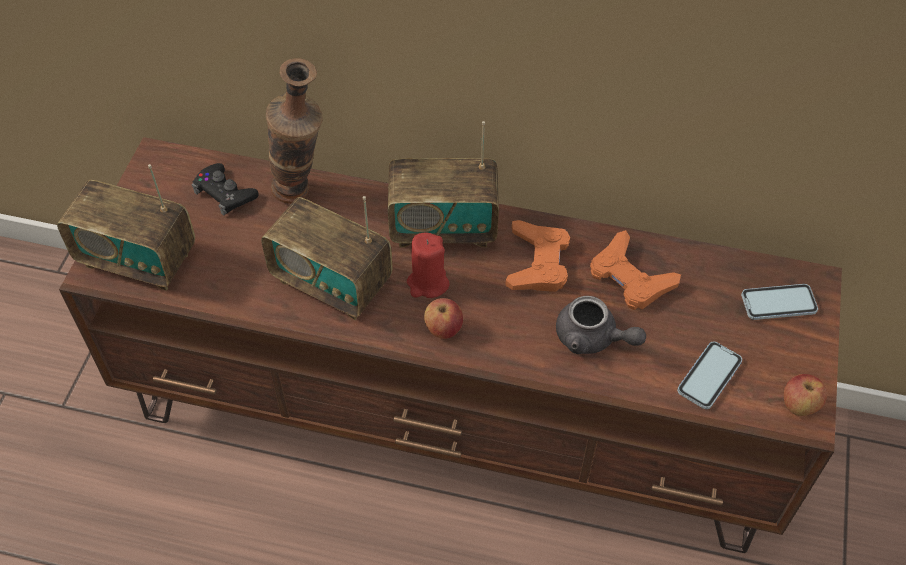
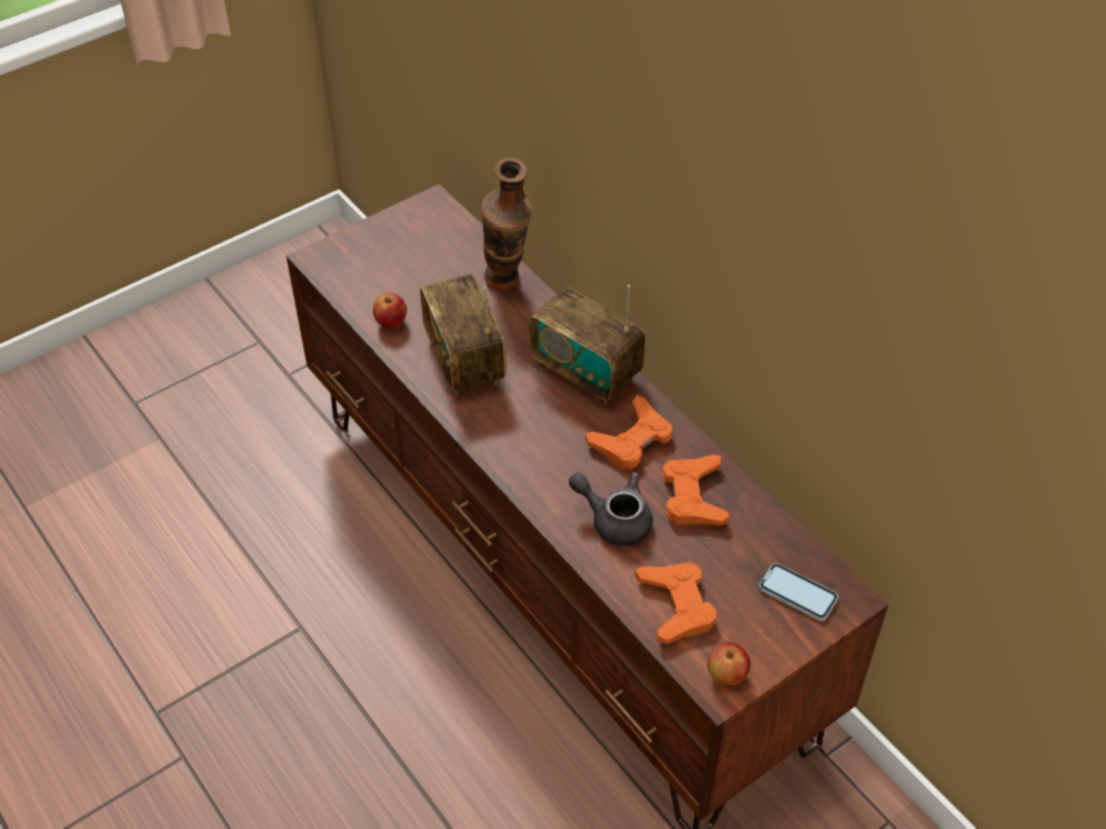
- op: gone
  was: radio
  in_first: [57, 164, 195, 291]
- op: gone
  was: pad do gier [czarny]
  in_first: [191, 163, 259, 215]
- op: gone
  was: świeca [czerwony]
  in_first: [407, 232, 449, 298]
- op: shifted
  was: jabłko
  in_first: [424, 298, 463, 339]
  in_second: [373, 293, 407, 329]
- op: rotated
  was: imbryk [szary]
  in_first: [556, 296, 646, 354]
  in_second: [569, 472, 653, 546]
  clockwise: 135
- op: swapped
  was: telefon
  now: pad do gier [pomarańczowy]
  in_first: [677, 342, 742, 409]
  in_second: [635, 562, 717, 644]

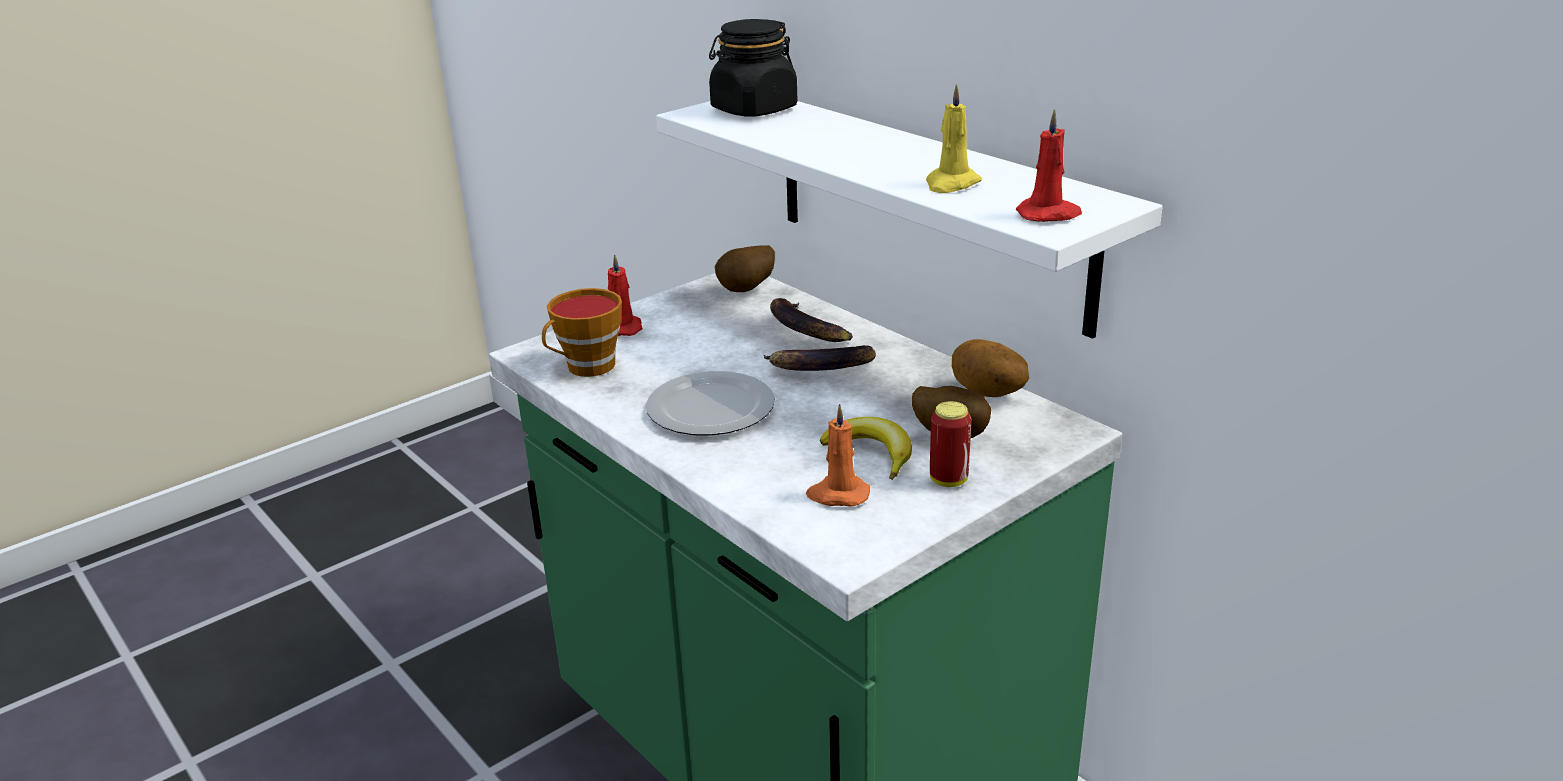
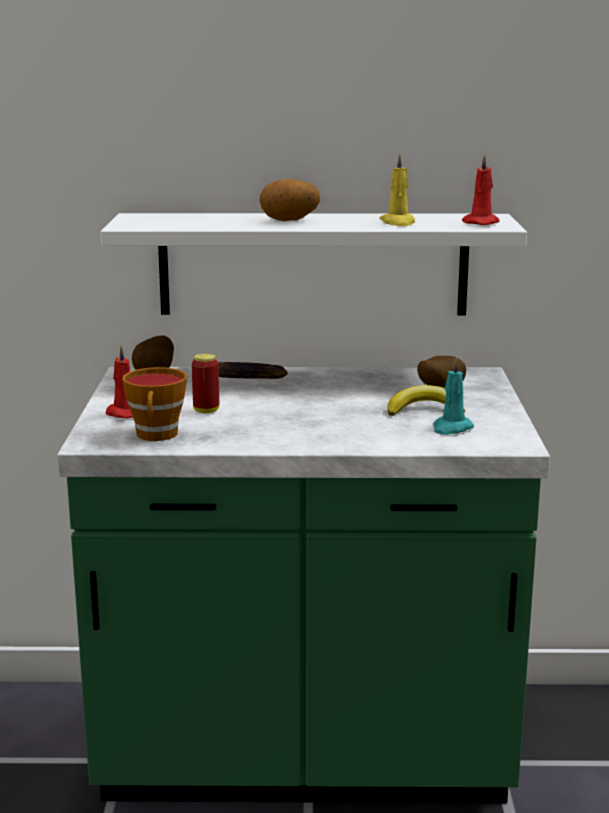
- op: gone
  was: talerz
  in_first: [646, 371, 775, 436]
- op: gone
  was: słoik [czarny]
  in_first: [709, 19, 798, 117]
- op: gone
  was: banan
  in_first: [764, 345, 876, 371]
- op: repainted
  was: świeca [pomarańczowy]
  now: świeca [turkusowy]
  in_first: [806, 404, 870, 506]
  in_second: [433, 358, 474, 435]
- op: shifted
  was: puszka
  in_first: [930, 401, 971, 487]
  in_second: [192, 353, 219, 413]
- op: shifted
  was: ziemniak
  in_first: [952, 339, 1029, 397]
  in_second: [260, 179, 320, 221]

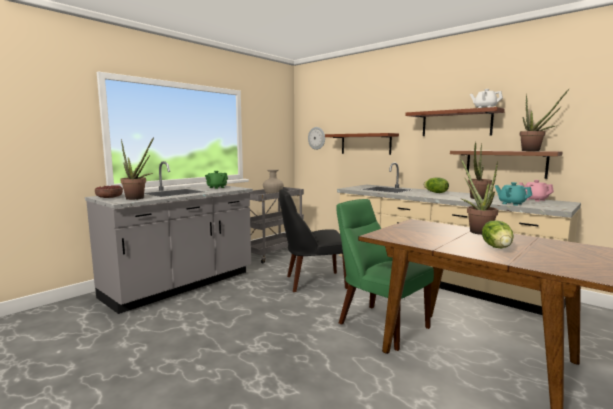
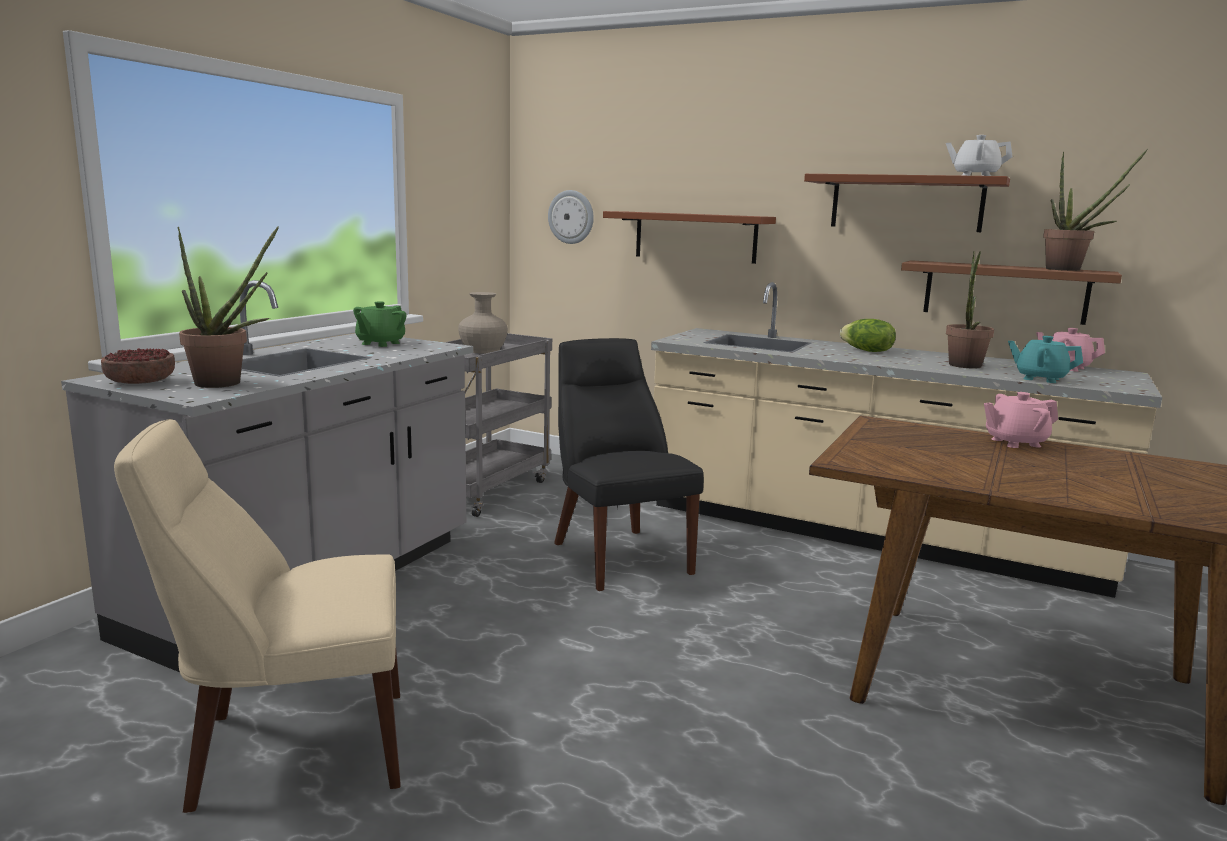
- op: rotated
  was: krzesło [czarny]
  in_first: [279, 189, 348, 292]
  in_second: [554, 338, 704, 591]
  clockwise: 90
- op: gone
  was: krzesło [zielony]
  in_first: [336, 199, 434, 351]
- op: swapped
  was: roślina doniczkowa
  now: imbryk [różowy]
  in_first: [460, 158, 498, 235]
  in_second: [984, 392, 1058, 448]
- op: gone
  was: sałata
  in_first: [482, 220, 514, 248]
- op: new
  now: krzesło [beżowy]
  in_second: [114, 419, 400, 813]

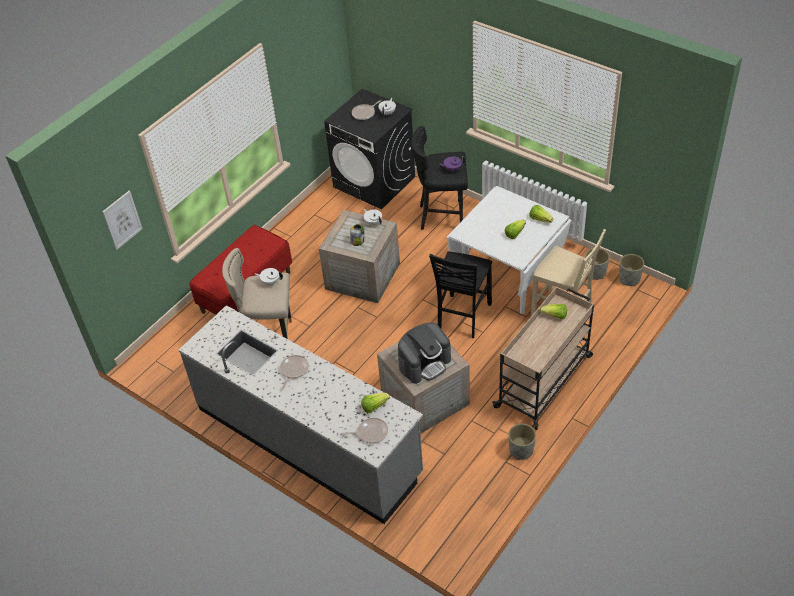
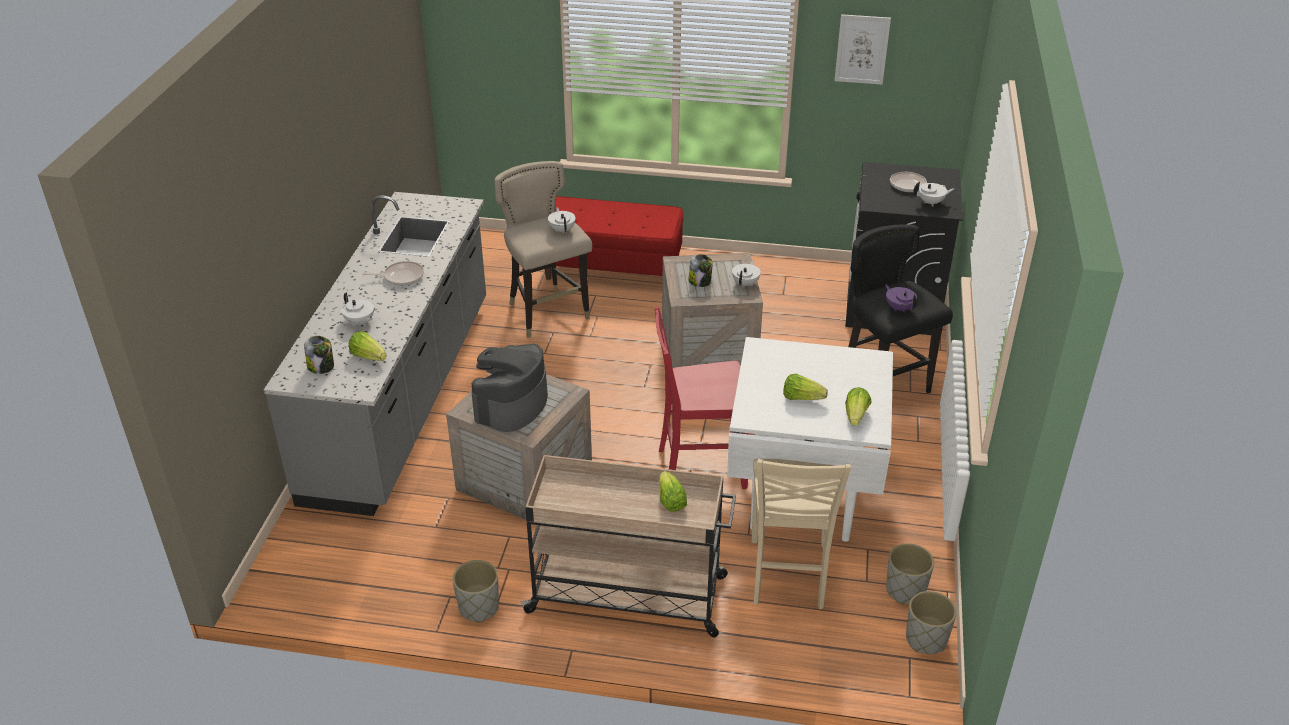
- op: shifted
  was: obraz
  in_first: [102, 191, 142, 250]
  in_second: [834, 14, 891, 85]
- op: swapped
  was: patelnia
  now: słoik
  in_first: [342, 418, 388, 444]
  in_second: [304, 336, 334, 374]
- op: rotated
  was: ekspres do kawy
  in_first: [398, 323, 451, 384]
  in_second: [471, 344, 548, 432]
  clockwise: 90
- op: repainted
  was: krzesło [czarny]
  now: krzesło [czerwony]
  in_first: [429, 251, 492, 338]
  in_second: [654, 306, 750, 489]
- op: new
  now: imbryk [biały]
  in_second: [341, 292, 374, 326]

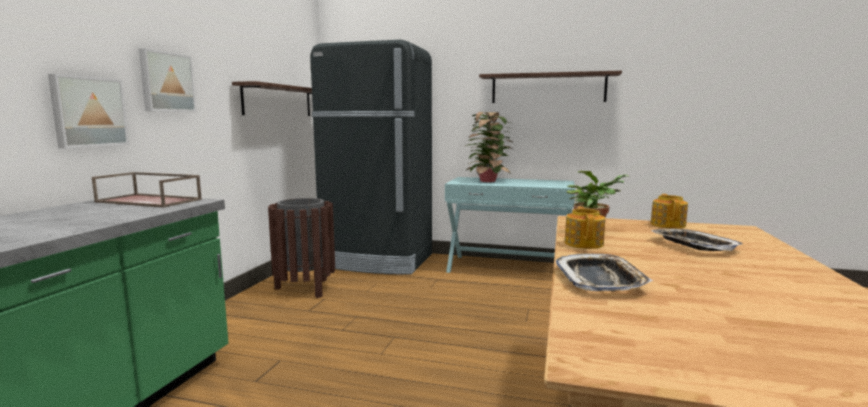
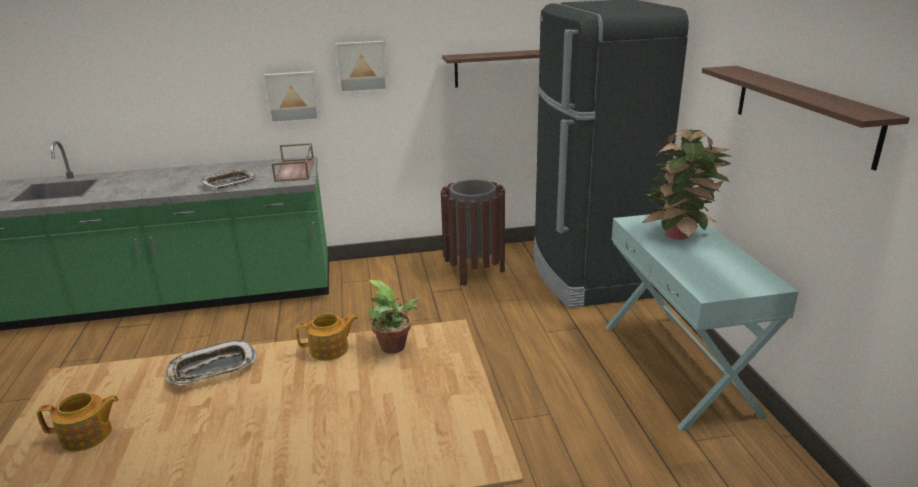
- op: shifted
  was: imbryk
  in_first: [651, 194, 688, 229]
  in_second: [37, 392, 119, 451]
- op: shifted
  was: taca
  in_first: [651, 229, 744, 251]
  in_second: [200, 169, 256, 189]

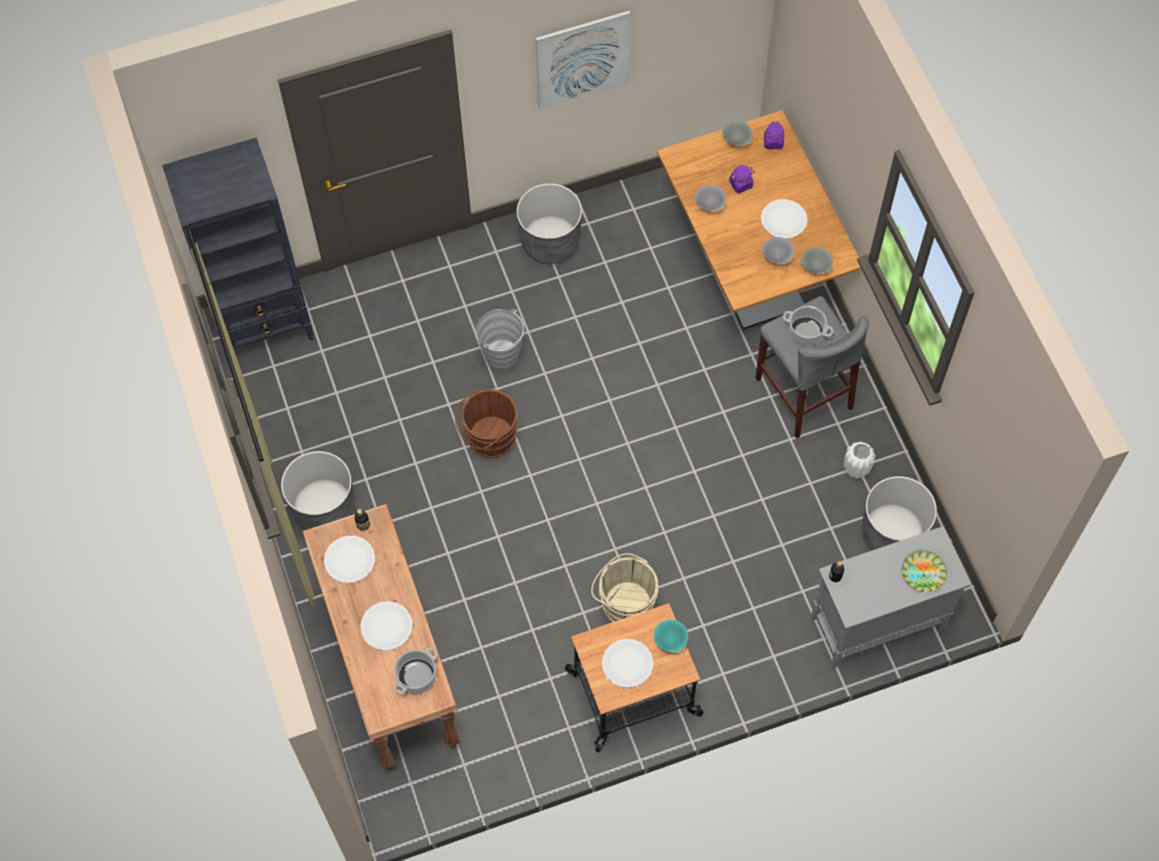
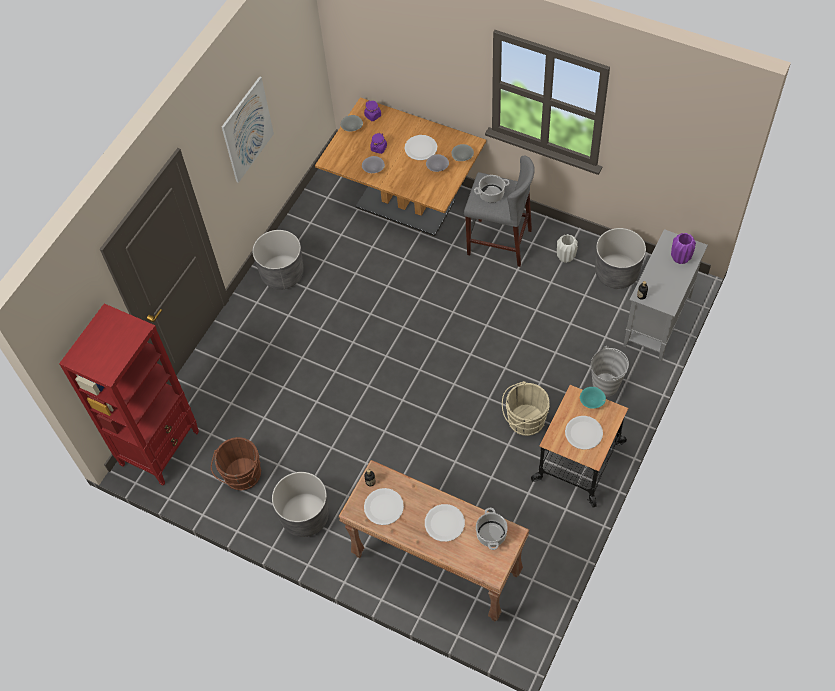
- op: repainted
  was: regał [czarny]
  now: regał [czerwony]
  in_first: [162, 137, 314, 349]
  in_second: [59, 304, 199, 486]
- op: shifted
  was: wiadro [brązowy]
  in_first: [455, 389, 519, 458]
  in_second: [211, 437, 262, 491]
- op: shifted
  was: wiadro [szary]
  in_first: [476, 309, 524, 371]
  in_second: [591, 346, 629, 397]
- op: swapped
  was: talerz
  now: wazon [fioletowy]
  in_first: [902, 550, 947, 592]
  in_second: [671, 233, 696, 264]

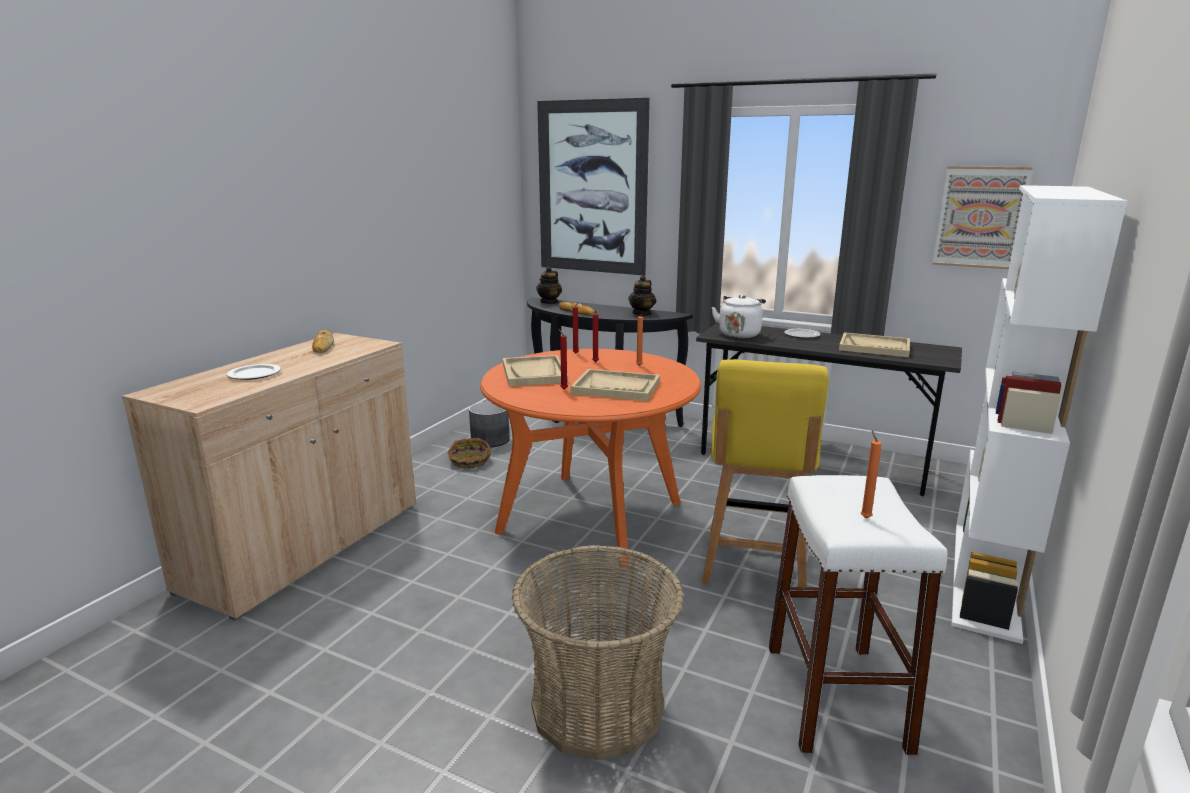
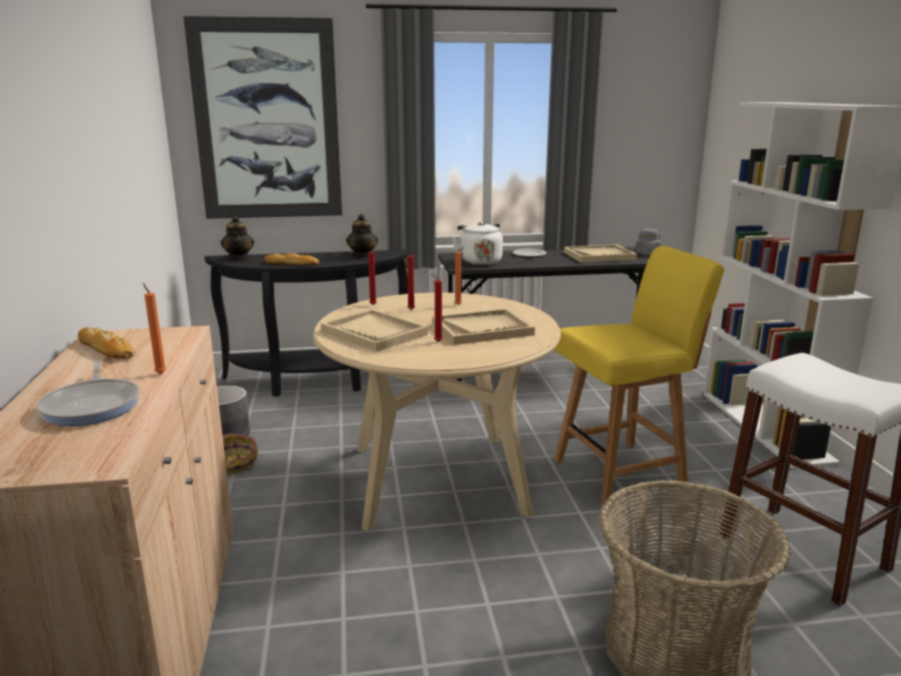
- op: swapped
  was: talerz
  now: patelnia
  in_first: [227, 364, 281, 380]
  in_second: [36, 361, 140, 426]
- op: repainted
  was: stół jadalny [pomarańczowy]
  now: stół jadalny [beżowy]
  in_first: [480, 349, 701, 568]
  in_second: [313, 293, 561, 531]
- op: rotated
  was: krzesło [żółty]
  in_first: [702, 360, 829, 587]
  in_second: [554, 246, 724, 505]
  clockwise: -90
- op: shifted
  was: świeca [pomarańczowy]
  in_first: [861, 430, 882, 518]
  in_second: [143, 283, 166, 374]
- op: gone
  was: obraz
  in_first: [932, 166, 1033, 269]
- op: new
  now: słoik [szary]
  in_second: [635, 228, 662, 255]

